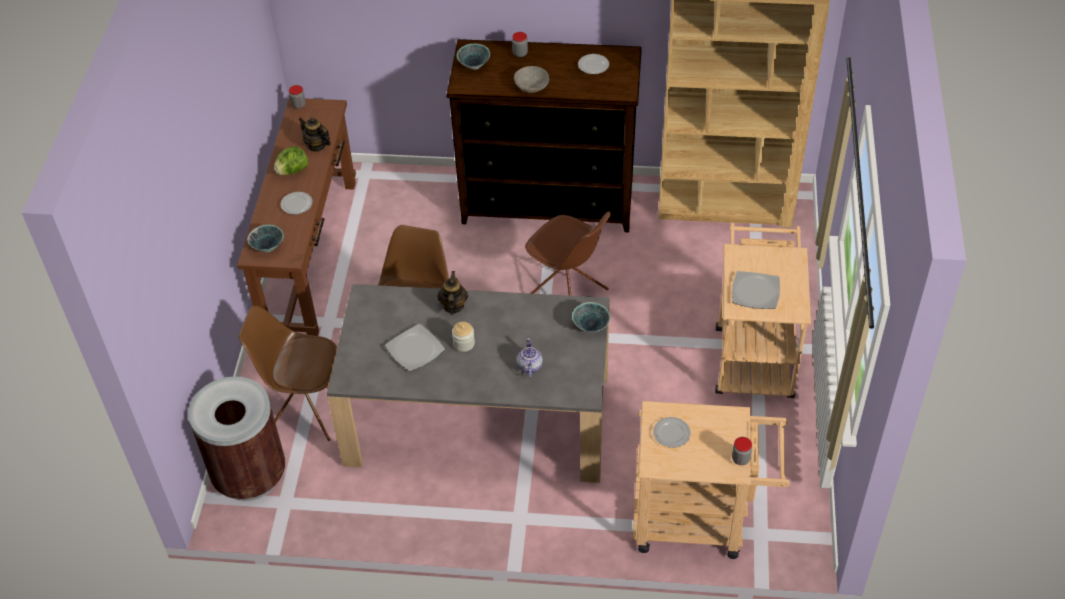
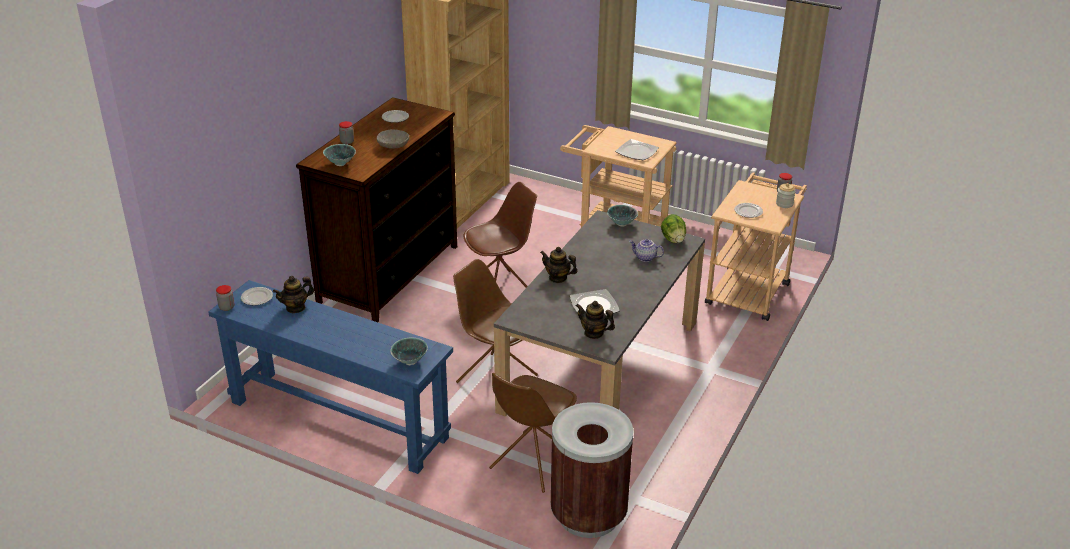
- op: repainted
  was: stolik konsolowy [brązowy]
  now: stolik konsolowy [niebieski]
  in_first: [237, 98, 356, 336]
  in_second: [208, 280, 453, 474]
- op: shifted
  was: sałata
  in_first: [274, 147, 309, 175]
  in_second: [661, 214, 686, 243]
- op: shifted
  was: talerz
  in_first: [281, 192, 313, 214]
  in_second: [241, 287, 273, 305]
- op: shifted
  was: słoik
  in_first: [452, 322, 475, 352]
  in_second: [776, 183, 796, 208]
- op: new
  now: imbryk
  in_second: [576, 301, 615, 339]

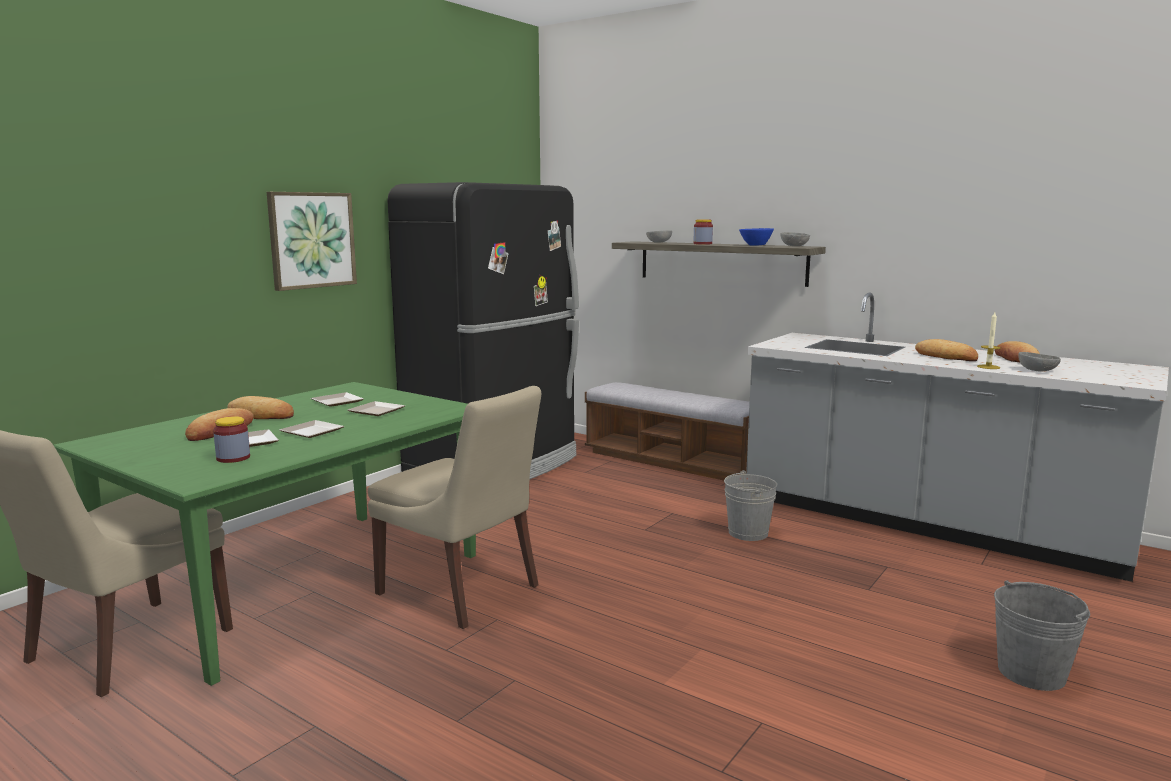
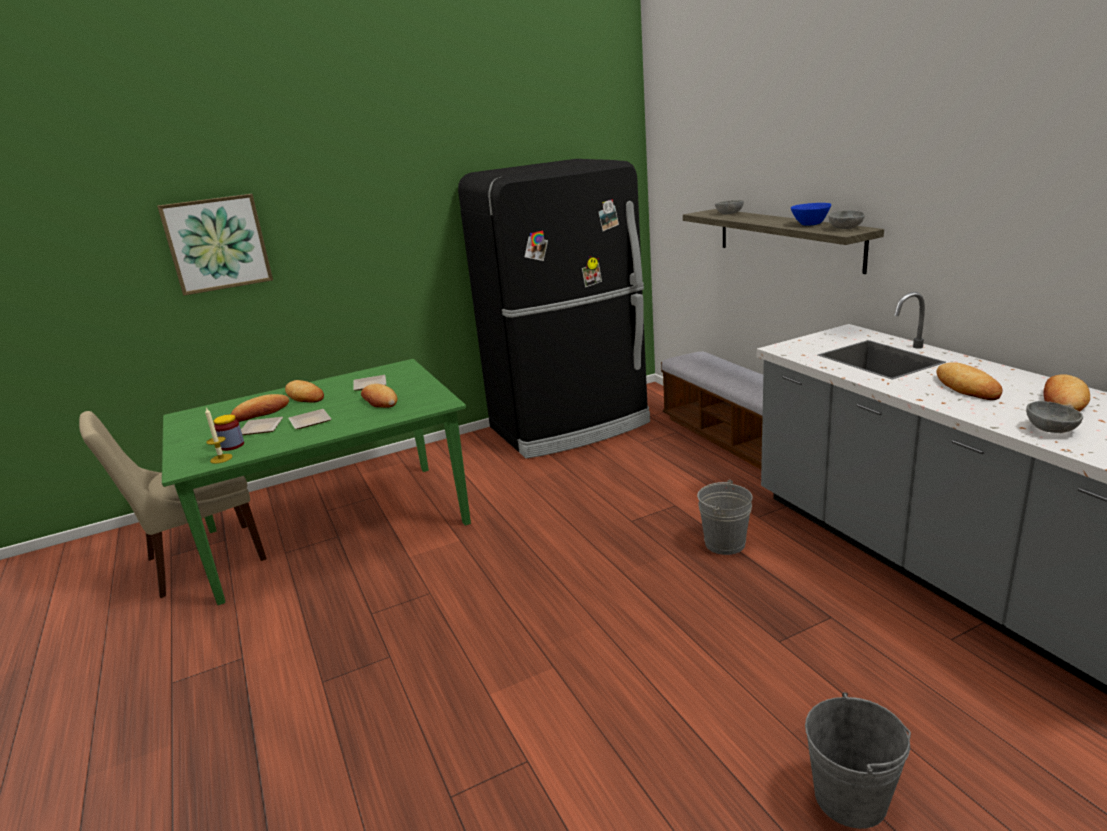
- op: shifted
  was: obraz
  in_first: [267, 192, 357, 291]
  in_second: [157, 194, 273, 296]
- op: swapped
  was: talerz
  now: chleb
  in_first: [347, 401, 405, 416]
  in_second: [361, 384, 397, 408]
- op: gone
  was: krzesło [beżowy]
  in_first: [368, 386, 541, 629]
- op: gone
  was: słoik
  in_first: [693, 220, 713, 245]
- op: shifted
  was: świeca
  in_first: [977, 312, 1001, 369]
  in_second: [205, 408, 232, 464]

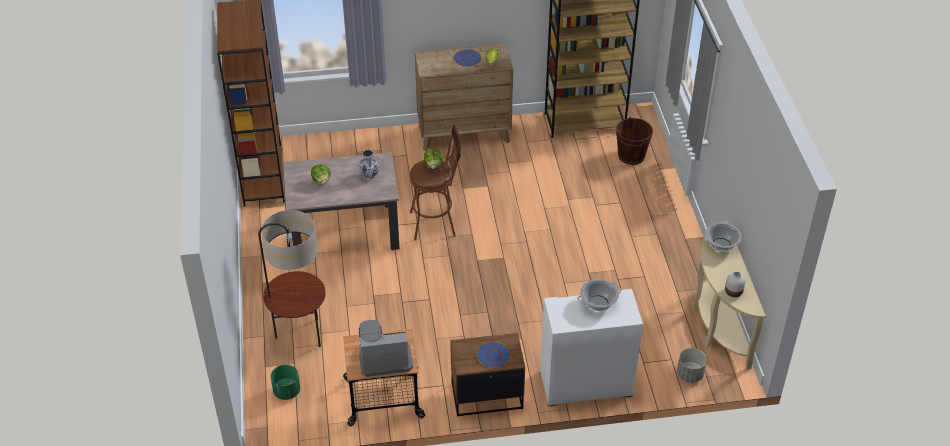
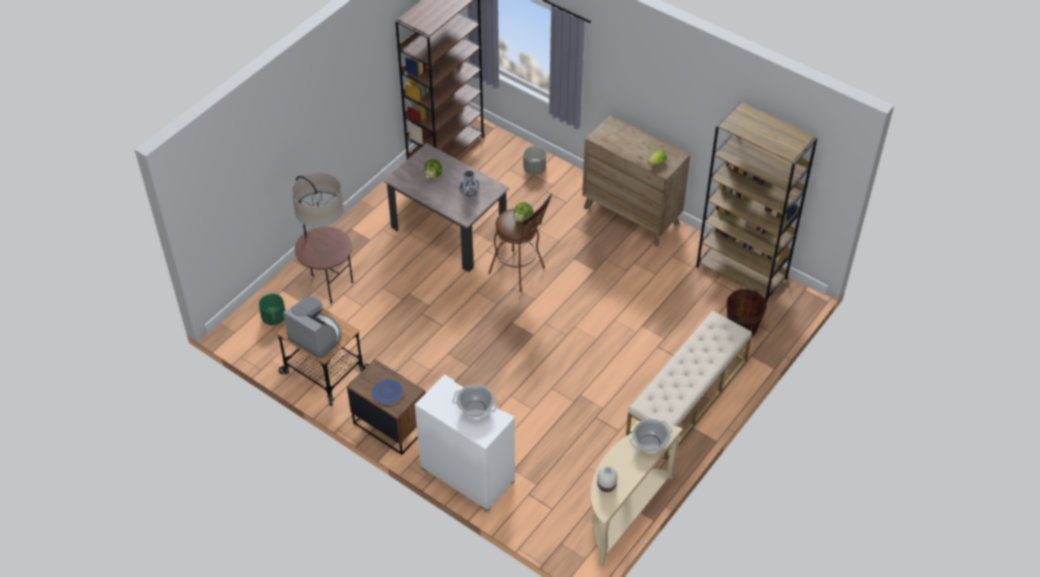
- op: gone
  was: talerz [niebieski]
  in_first: [454, 49, 482, 67]
- op: shifted
  was: donica [szary]
  in_first: [677, 348, 707, 383]
  in_second: [523, 146, 546, 175]
- op: new
  now: ławka [beżowy]
  in_second: [626, 310, 752, 460]

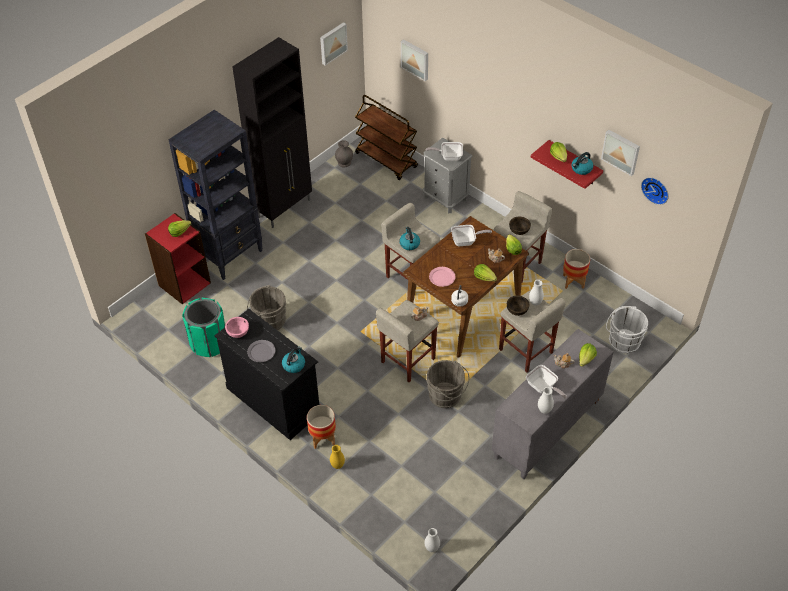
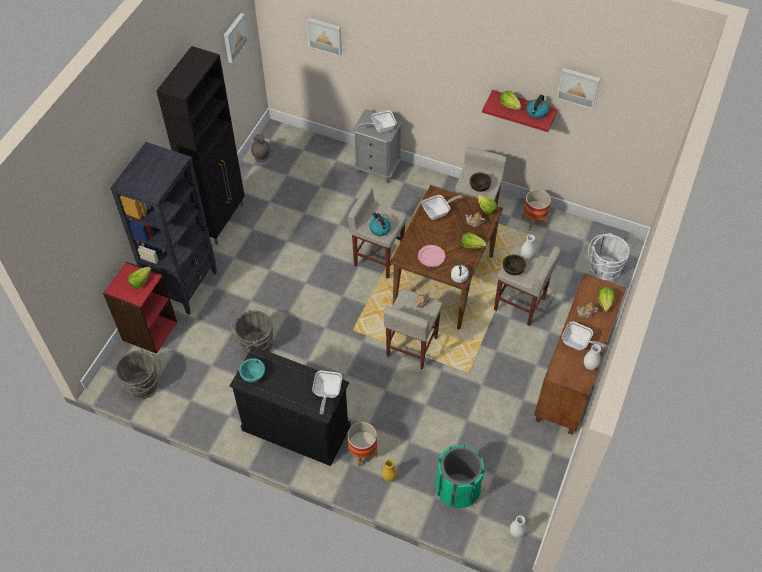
- op: shifted
  was: kosz na śmieci [zielony]
  in_first: [182, 298, 225, 357]
  in_second: [436, 445, 485, 508]
- op: repainted
  was: miska [różowy]
  now: miska [turkusowy]
  in_first: [225, 317, 249, 338]
  in_second: [239, 358, 265, 383]
- op: gone
  was: talerz [szary]
  in_first: [247, 340, 276, 362]
- op: swapped
  was: czajnik
  now: patelnia
  in_first: [282, 347, 305, 373]
  in_second: [312, 371, 342, 414]
- op: gone
  was: wózek [brązowy]
  in_first: [355, 95, 418, 180]
- op: shifted
  was: wiadro [szary]
  in_first: [427, 360, 469, 408]
  in_second: [115, 350, 161, 400]
- op: repainted
  was: szafka [szary]
  now: szafka [brązowy]
  in_first: [491, 329, 613, 479]
  in_second: [534, 274, 626, 434]
- op: gone
  was: zegar ścienny
  in_first: [641, 177, 669, 205]

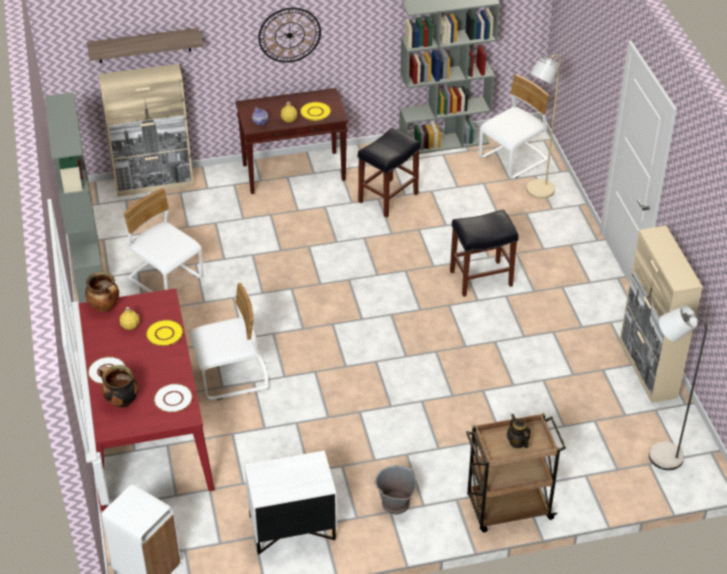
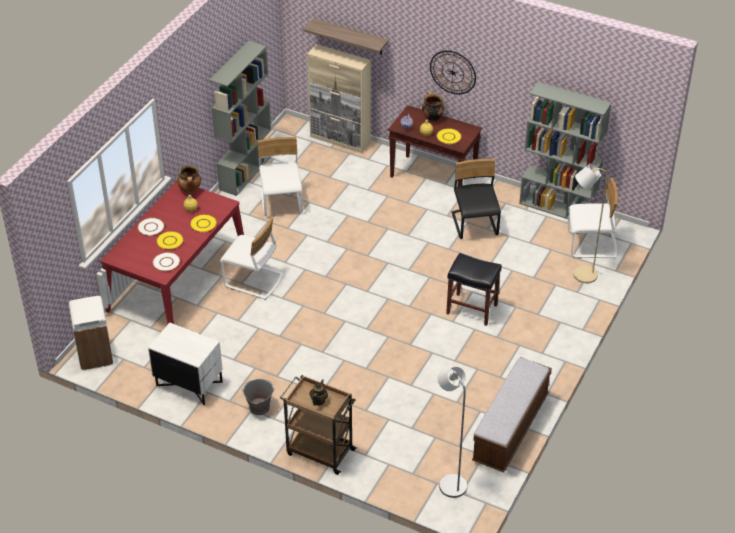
- op: shifted
  was: garnek
  in_first: [99, 365, 138, 408]
  in_second: [422, 92, 445, 122]
- op: swapped
  was: stołek [czarny]
  now: krzesło [czarny]
  in_first: [358, 128, 420, 218]
  in_second: [451, 159, 501, 239]
- op: swapped
  was: szafka [beżowy]
  now: ławka
  in_first: [620, 226, 703, 403]
  in_second: [472, 357, 552, 472]
- op: new
  now: talerz [żółty]
  in_second: [156, 231, 184, 250]

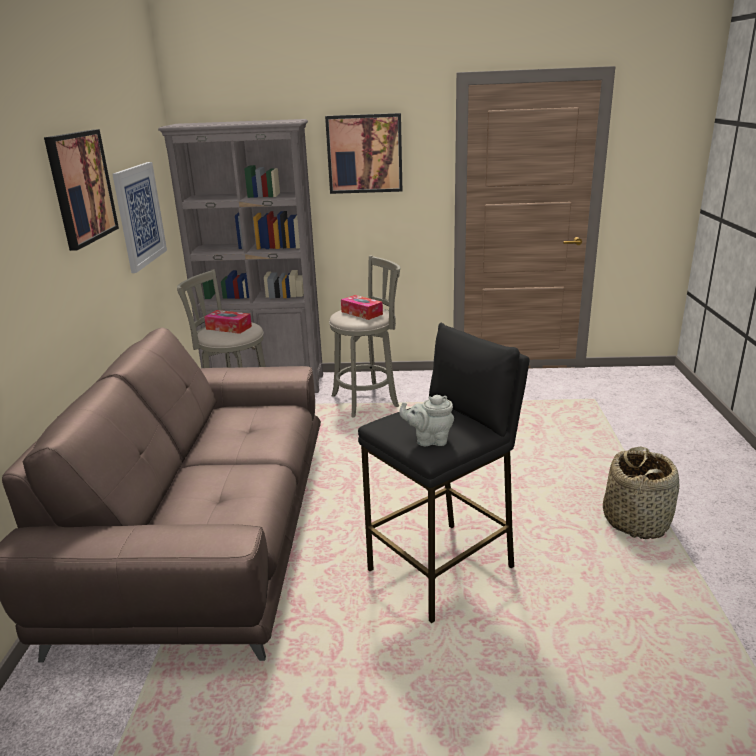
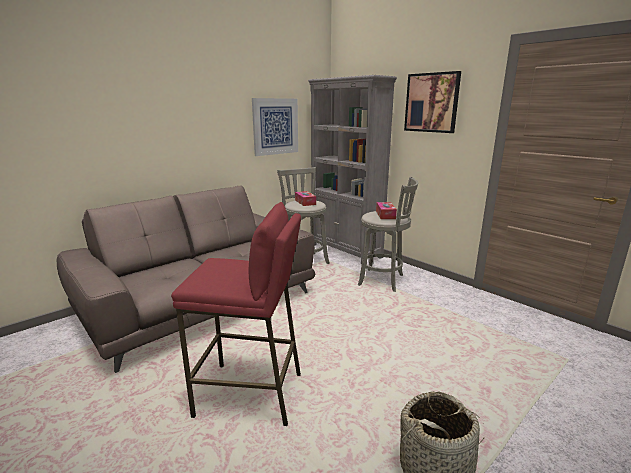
- op: gone
  was: obraz
  in_first: [44, 129, 119, 251]
- op: repainted
  was: stołek [czarny]
  now: stołek [czerwony]
  in_first: [358, 323, 529, 623]
  in_second: [171, 202, 301, 426]
- op: gone
  was: imbryk [szary]
  in_first: [399, 395, 454, 446]

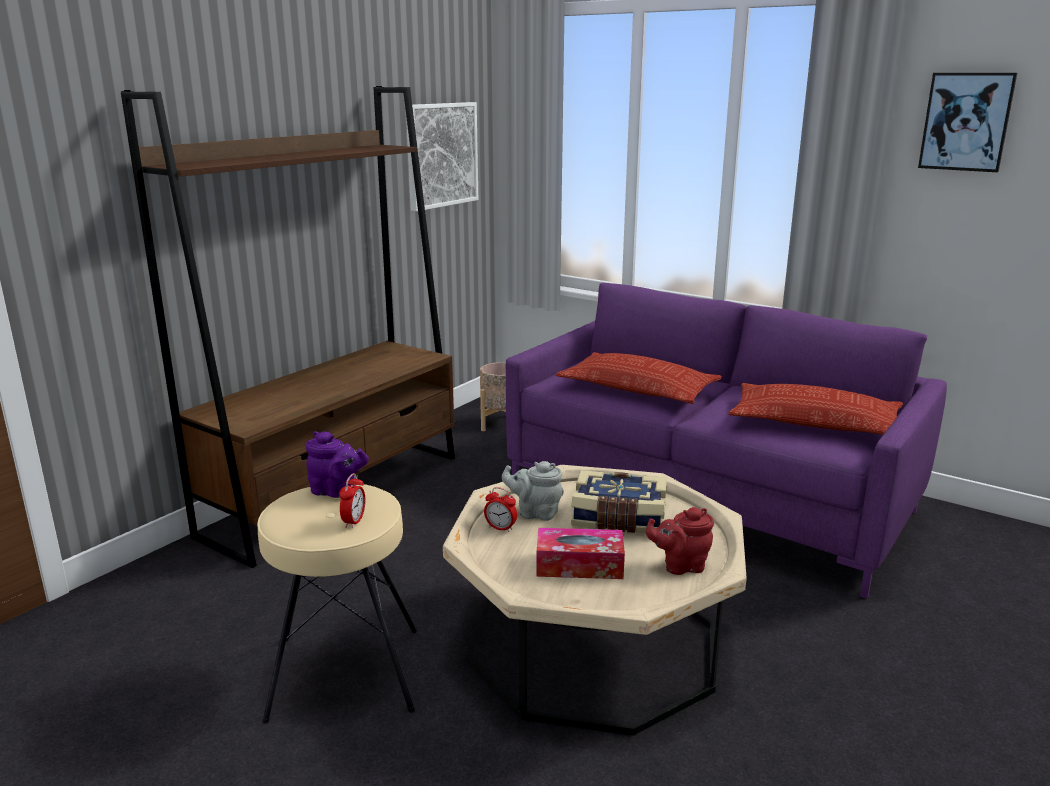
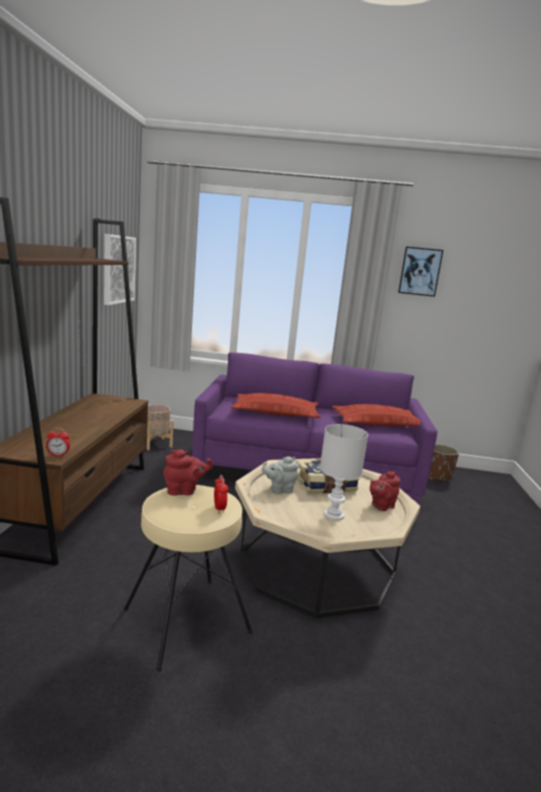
- op: repainted
  was: imbryk [fioletowy]
  now: imbryk [czerwony]
  in_first: [306, 431, 369, 498]
  in_second: [163, 449, 213, 496]
- op: shifted
  was: budzik
  in_first: [484, 487, 517, 532]
  in_second: [46, 428, 70, 457]
- op: swapped
  was: pudełko chusteczek
  now: lampa stołowa [biały]
  in_first: [536, 528, 625, 579]
  in_second: [320, 424, 368, 521]
- op: new
  now: donica [brązowy]
  in_second: [429, 444, 459, 482]

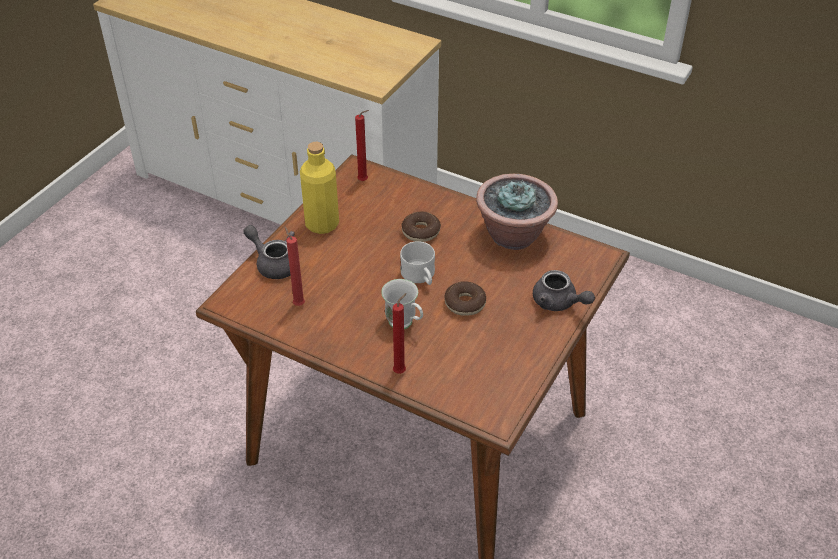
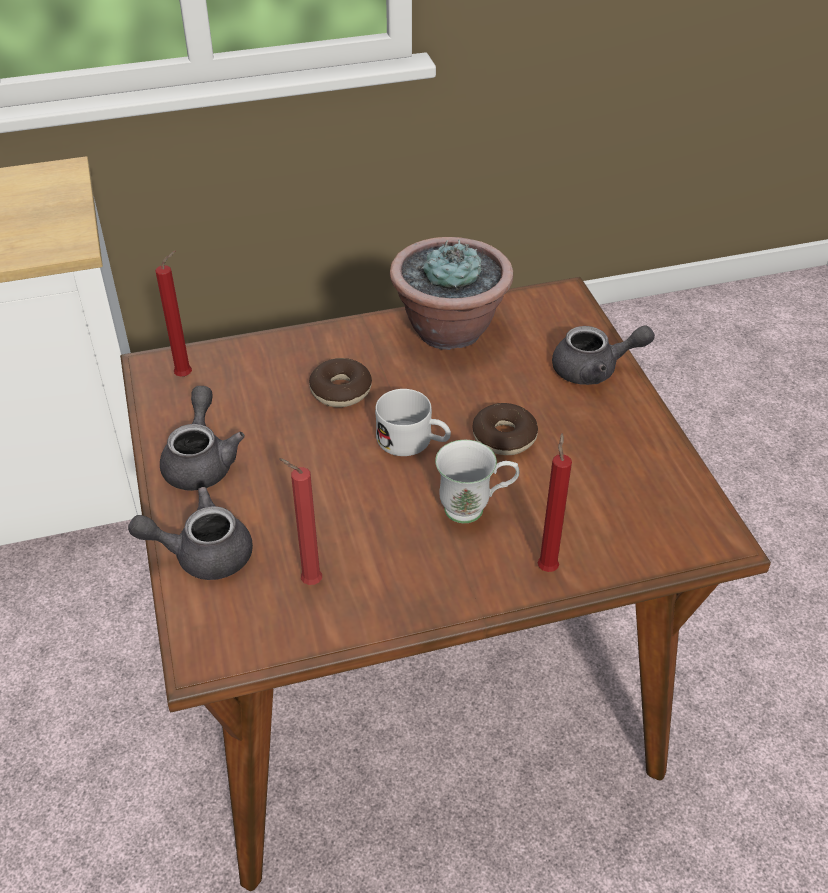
- op: swapped
  was: butelka [żółty]
  now: imbryk [szary]
  in_first: [300, 142, 339, 234]
  in_second: [160, 386, 245, 491]

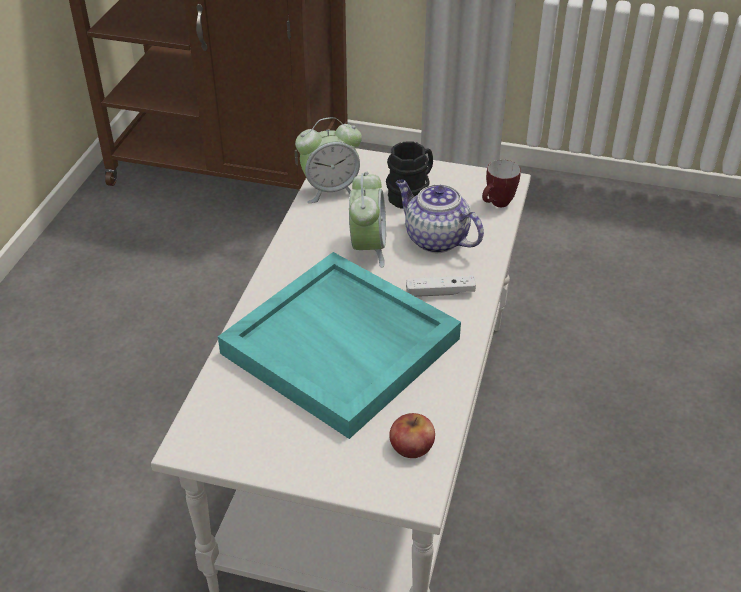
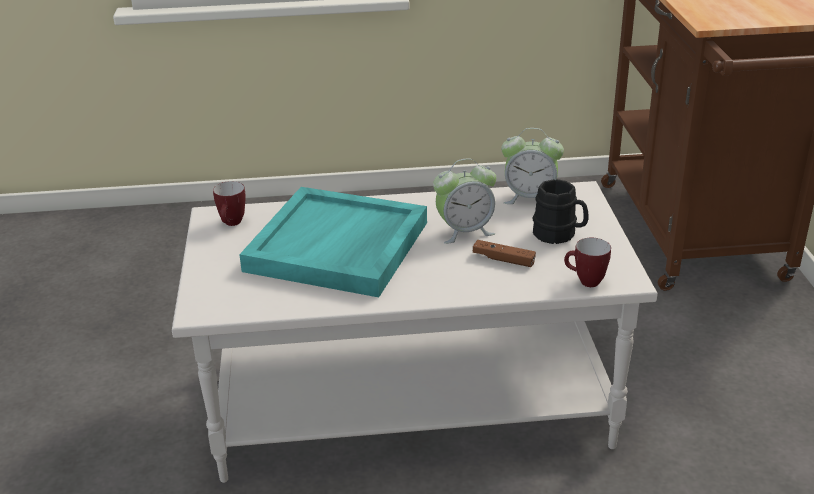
- op: rotated
  was: budzik
  in_first: [295, 117, 362, 203]
  in_second: [501, 128, 564, 204]
  clockwise: -45
- op: gone
  was: jabłko
  in_first: [389, 413, 435, 458]
- op: swapped
  was: imbryk
  now: pad do gier [brązowy]
  in_first: [396, 179, 484, 253]
  in_second: [473, 240, 536, 267]
- op: gone
  was: pad do gier [biały]
  in_first: [406, 276, 476, 297]
- op: new
  now: kubek
  in_second: [213, 181, 246, 226]

